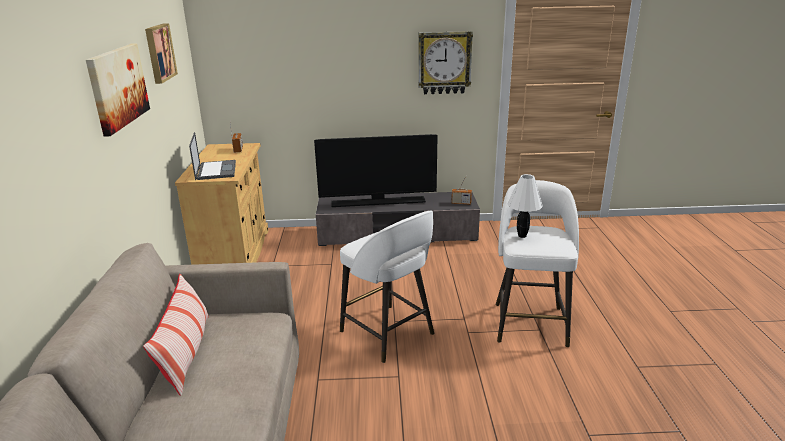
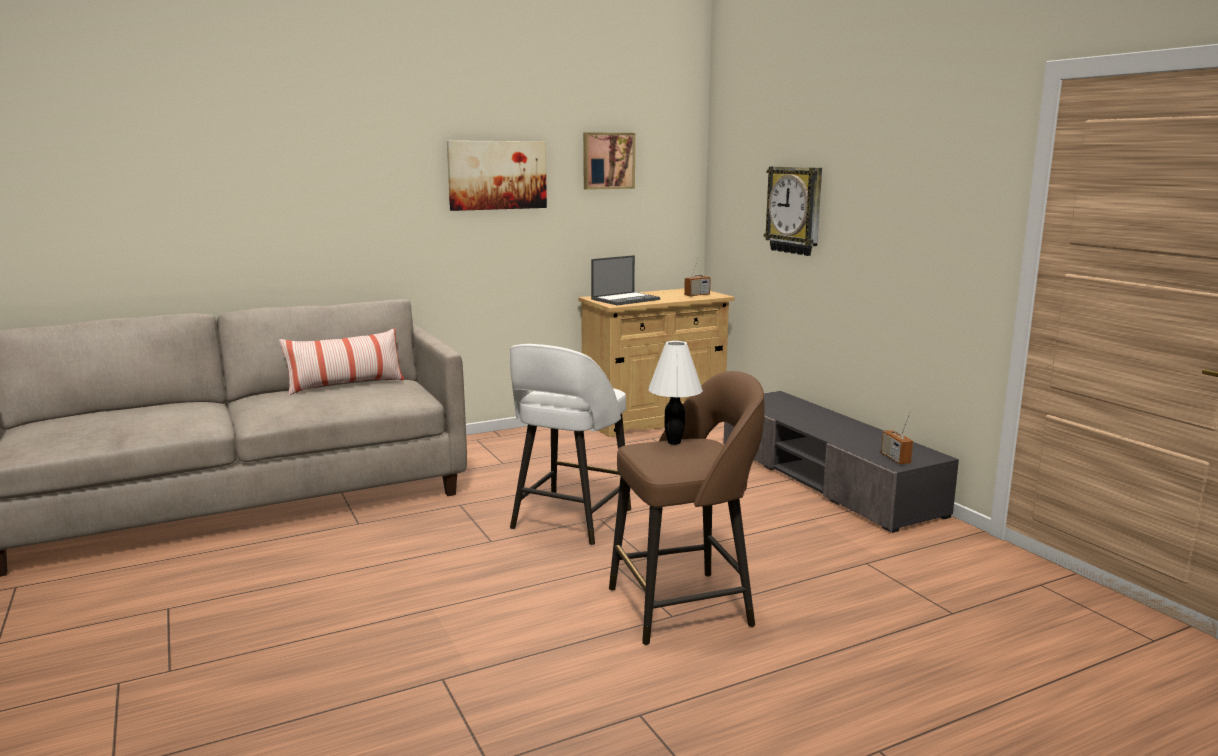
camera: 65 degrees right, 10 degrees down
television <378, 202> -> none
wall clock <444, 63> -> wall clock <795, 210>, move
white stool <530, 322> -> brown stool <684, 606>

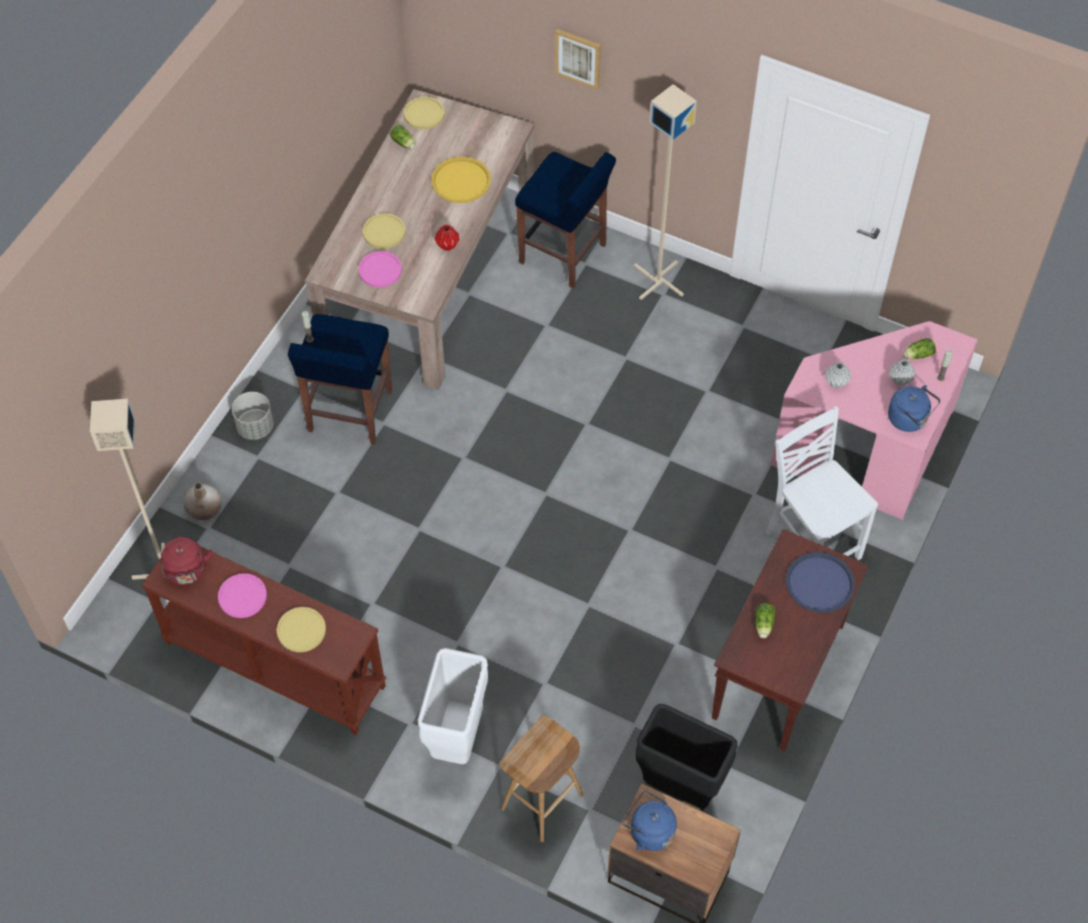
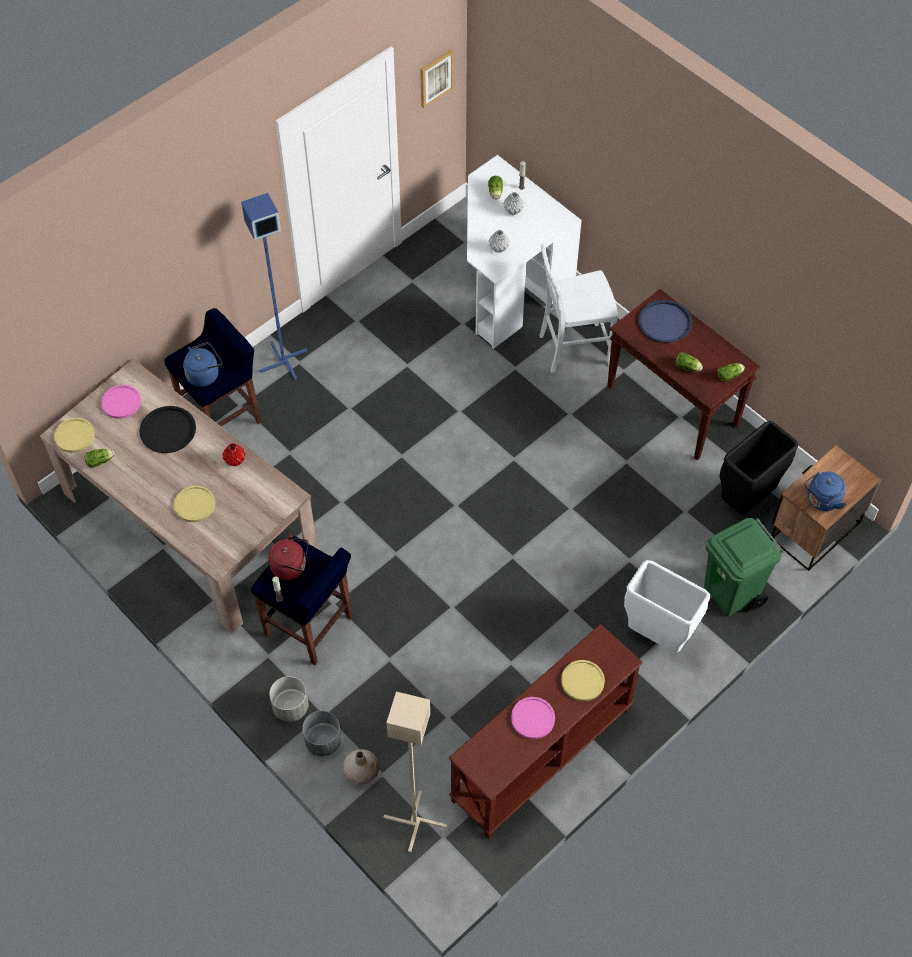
camera: 70 degrees left, 0 degrees up
none -> grey planter <323, 741>
none -> lettuce <730, 375>
red kettle <187, 572> -> red kettle <291, 566>, move
pink plate <380, 270> -> pink plate <121, 402>, move
picture <578, 57> -> picture <435, 77>, move
blue kettle <909, 419> -> blue kettle <204, 374>, move
brown stool <542, 803> -> green trash can <731, 594>
yellow tray <461, 180> -> black tray <168, 430>
beige floor lamp <658, 280> -> blue floor lamp <283, 360>
pink desk <869, 450> -> white desk <506, 284>

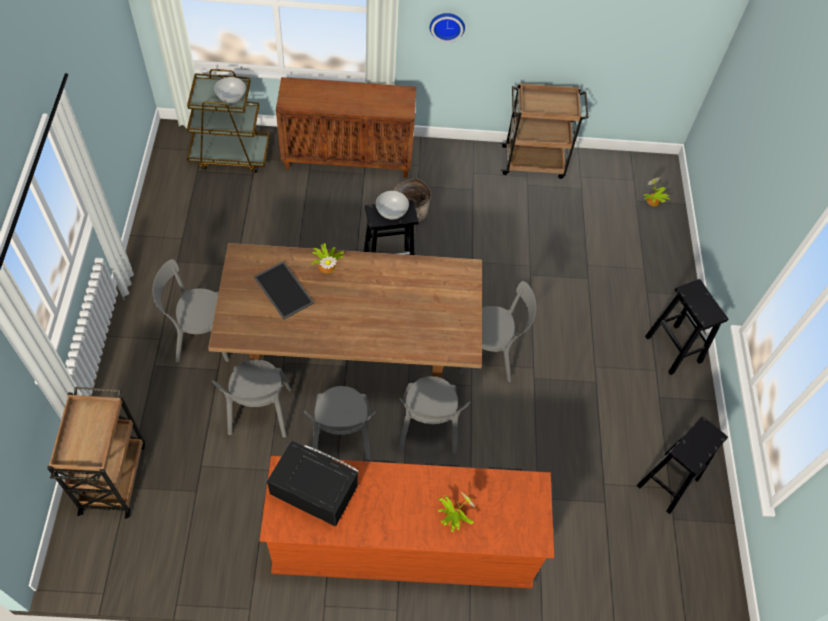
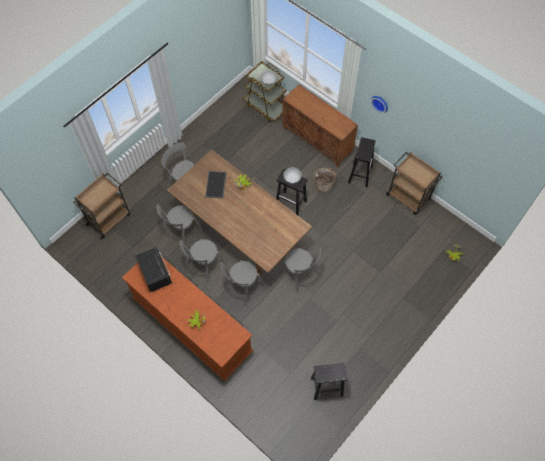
camera: 45 degrees right, 5 degrees up
black stool <672, 348> -> black stool <360, 174>, move

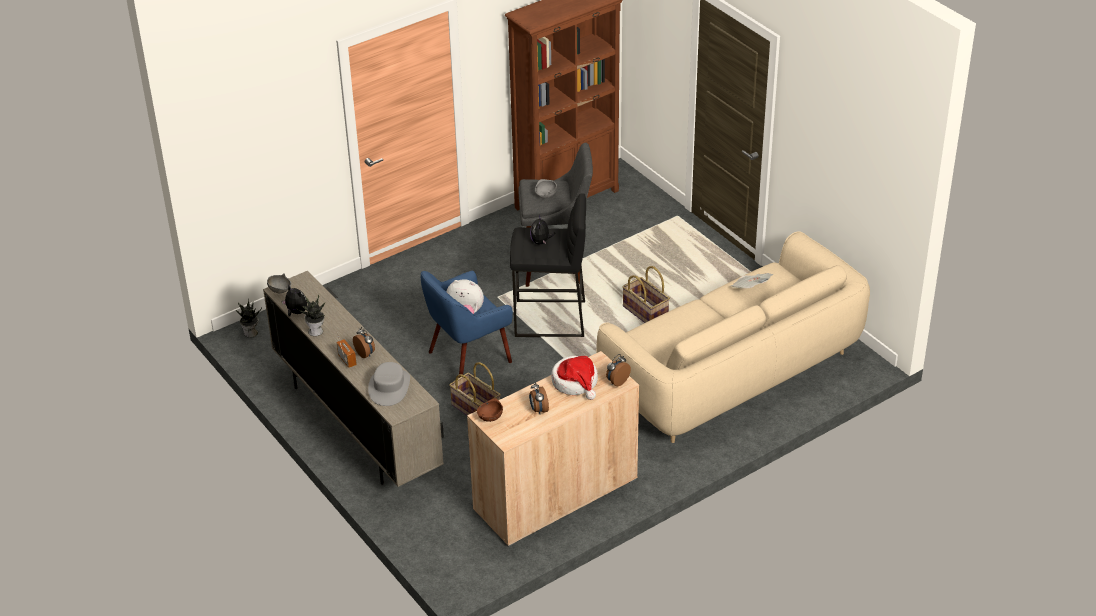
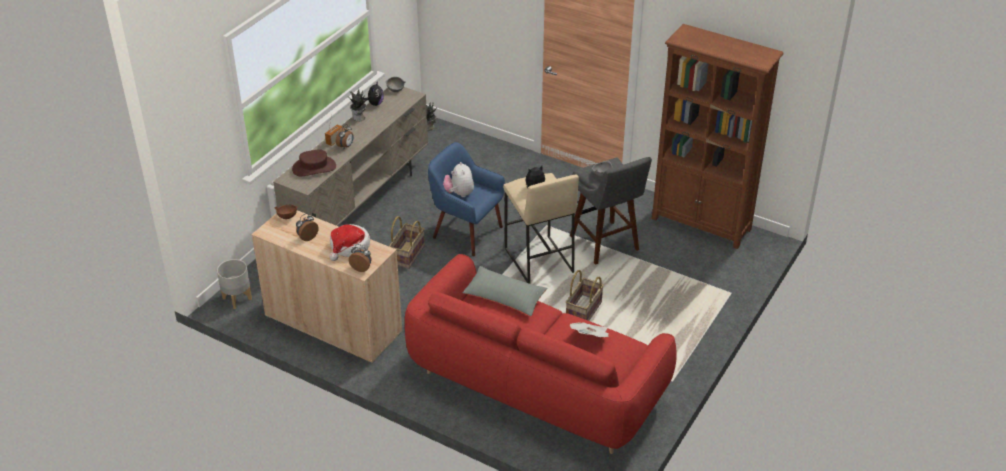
camera: 65 degrees right, 0 degrees up
none -> grey planter <237, 298>
none -> grey pillow <504, 297>
grey hat <389, 387> -> brown hat <314, 167>
black stool <550, 319> -> beige stool <538, 260>
beige sofa <732, 374> -> red sofa <536, 386>

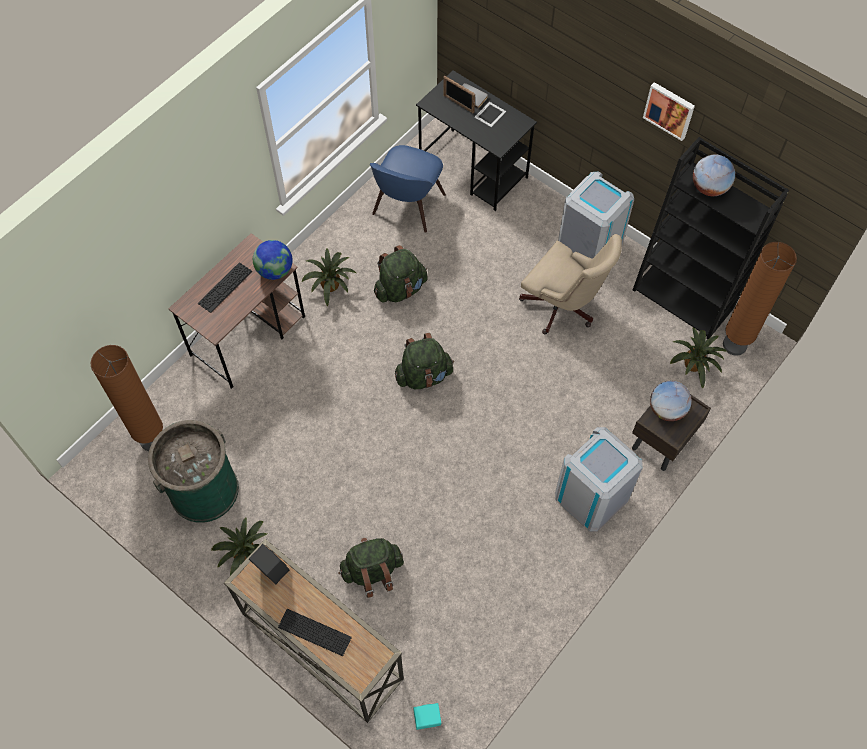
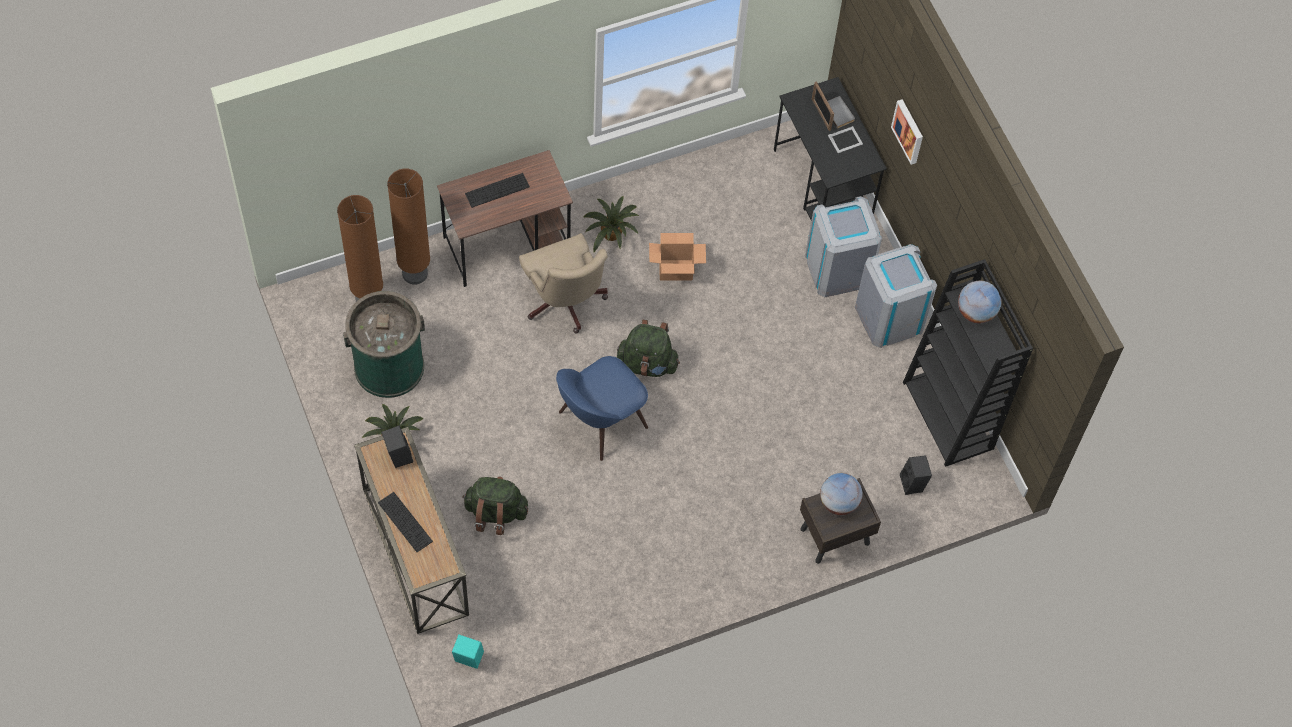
camera: 25 degrees right, 0 degrees up
globe <275, 270> -> none
blue chair <407, 206> -> blue chair <600, 422>, move
beige office chair <563, 307> -> beige office chair <565, 303>, move
grey trash can <591, 497> -> grey trash can <837, 269>, move
picture <669, 110> -> picture <909, 131>, move
brown floor lamp <734, 345> -> brown floor lamp <415, 273>, move
green backpack <400, 289> -> cardboard box <676, 270>
potted plant <694, 366> -> black speaker <913, 484>

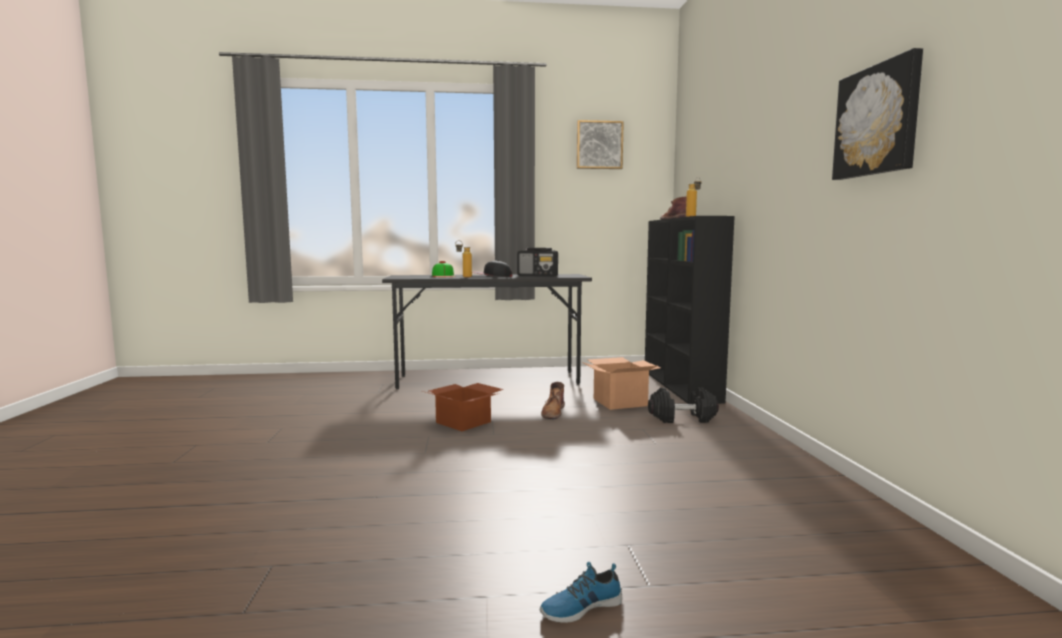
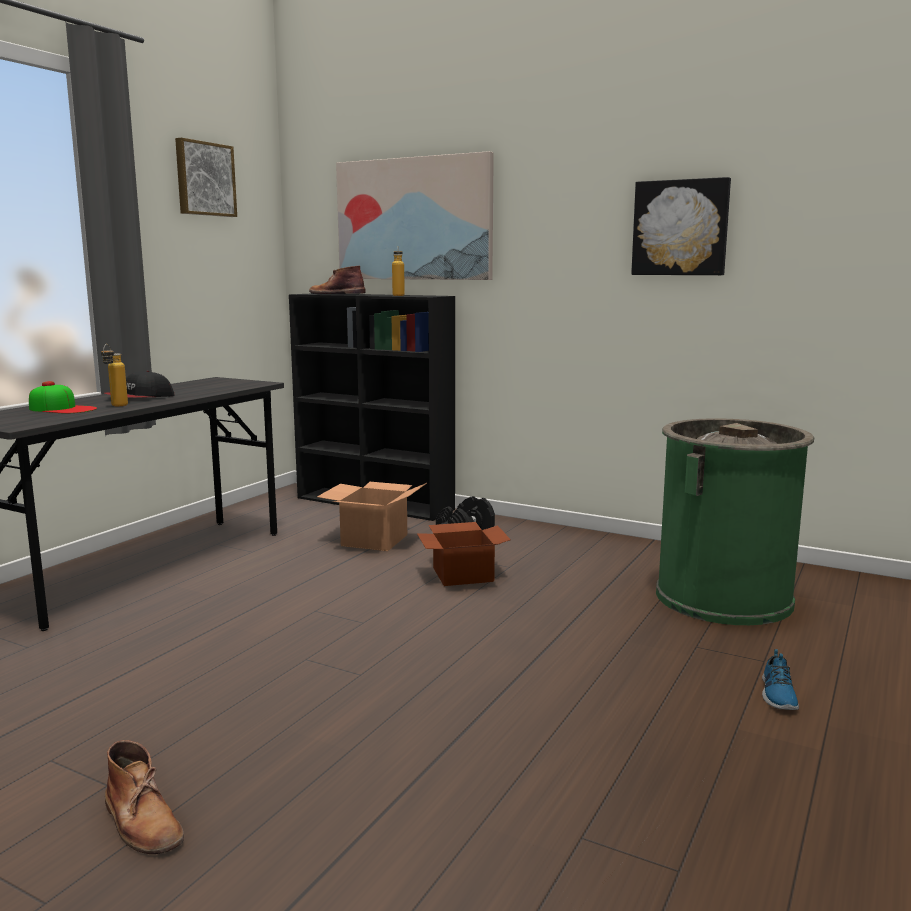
camera: 55 degrees left, 5 degrees up
radio <538, 276> -> none
none -> picture <414, 219>
none -> green trash can <723, 597>
cardboard box <465, 422> -> cardboard box <463, 574>, move
brown boot <553, 412> -> brown boot <142, 822>, move

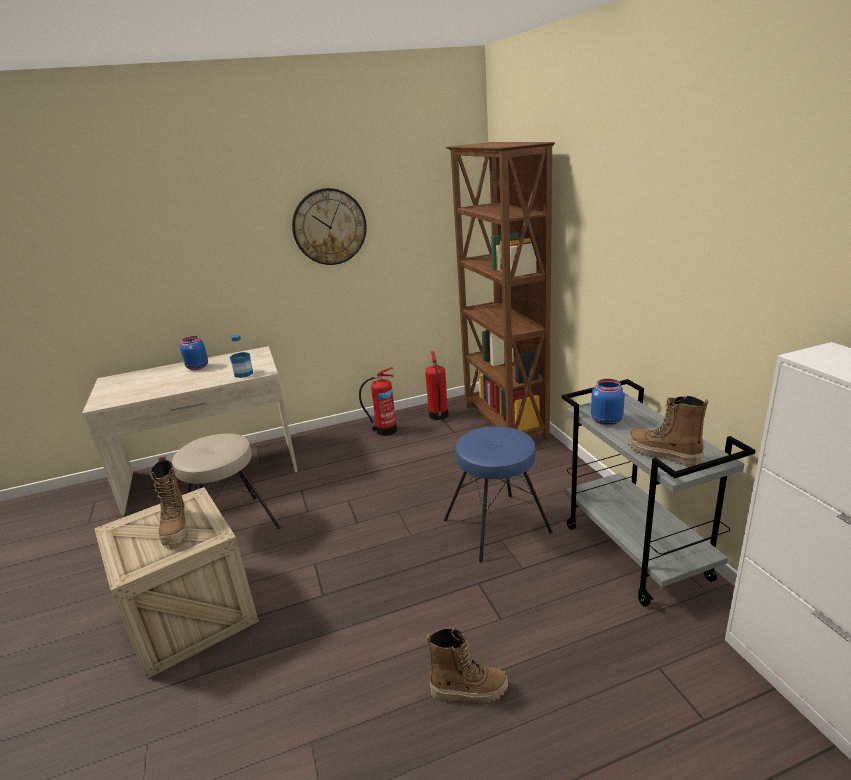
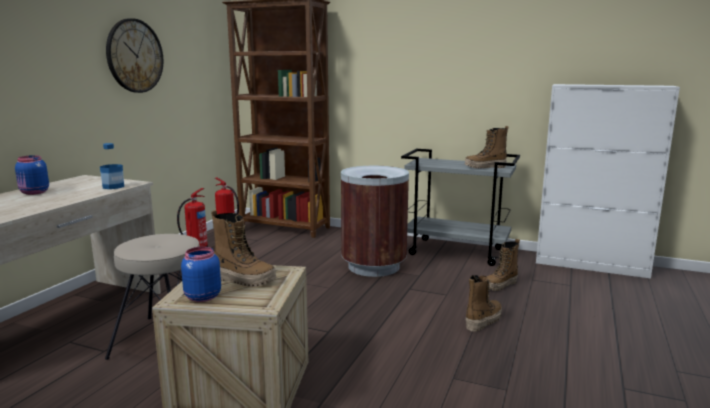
camera: 50 degrees left, 10 degrees down
none -> boot <500, 286>
blue jar <605, 420> -> blue jar <201, 297>, move
blue stool <497, 526> -> brown trash can <374, 266>

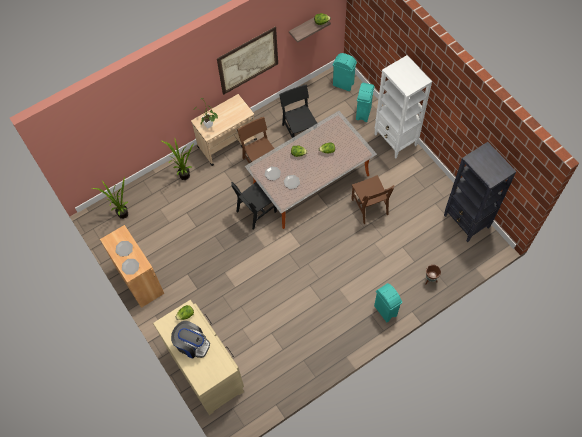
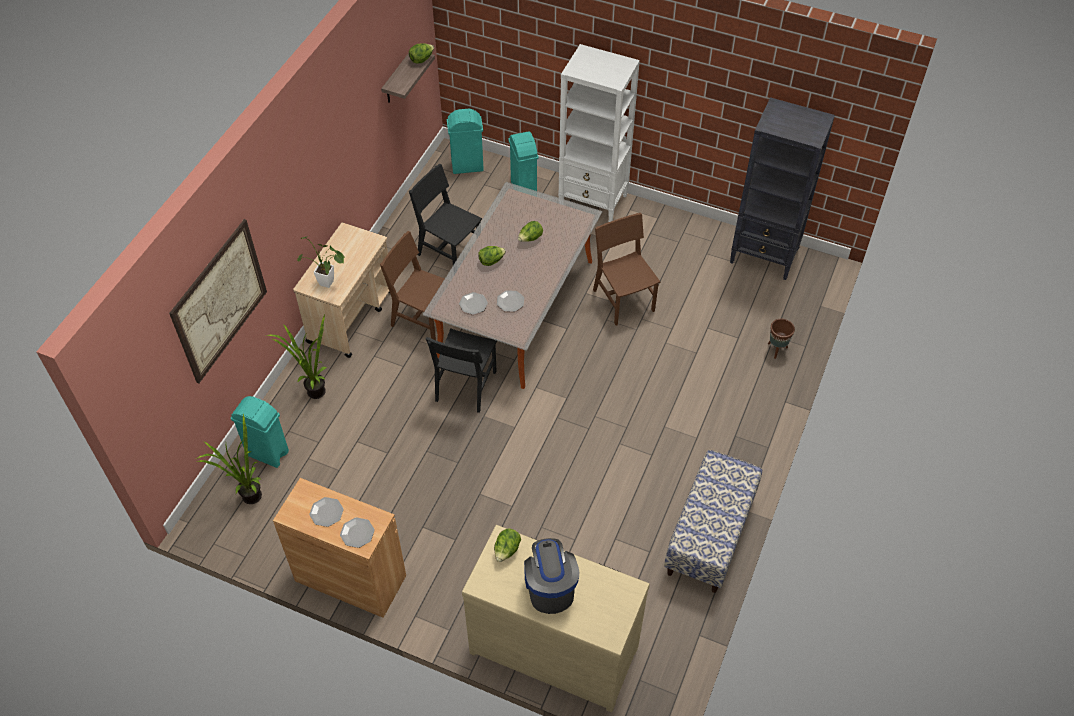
camera: 35 degrees left, 10 degrees down
none -> bench <710, 536>
picture <248, 61> -> picture <220, 301>, move
turquoise trash can <385, 311> -> turquoise trash can <268, 454>, move
coffee machine <192, 344> -> coffee machine <550, 587>, 90 degrees counterclockwise
brown chair <369, 207> -> brown chair <623, 300>, 150 degrees counterclockwise

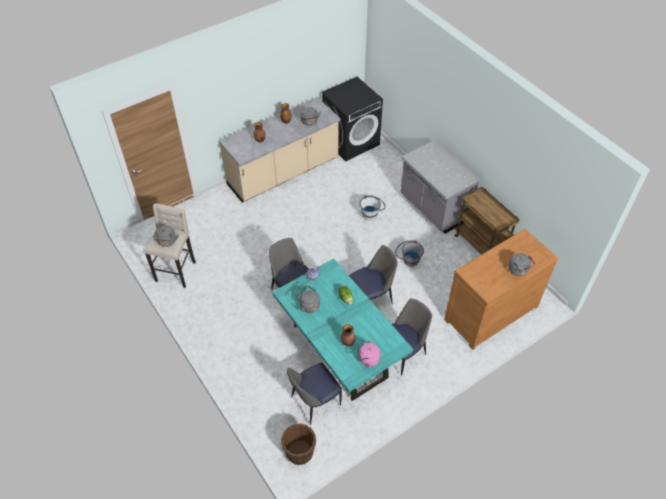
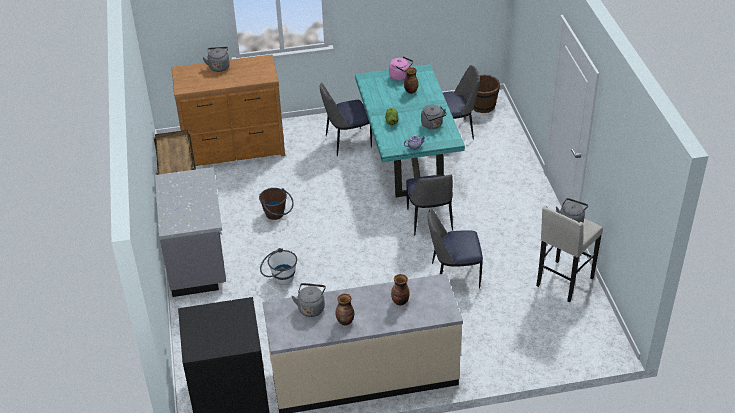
camera: 155 degrees left, 10 degrees down
chair <371, 298> -> chair <453, 276>, move
grey bucket <407, 260> -> brown bucket <277, 215>

